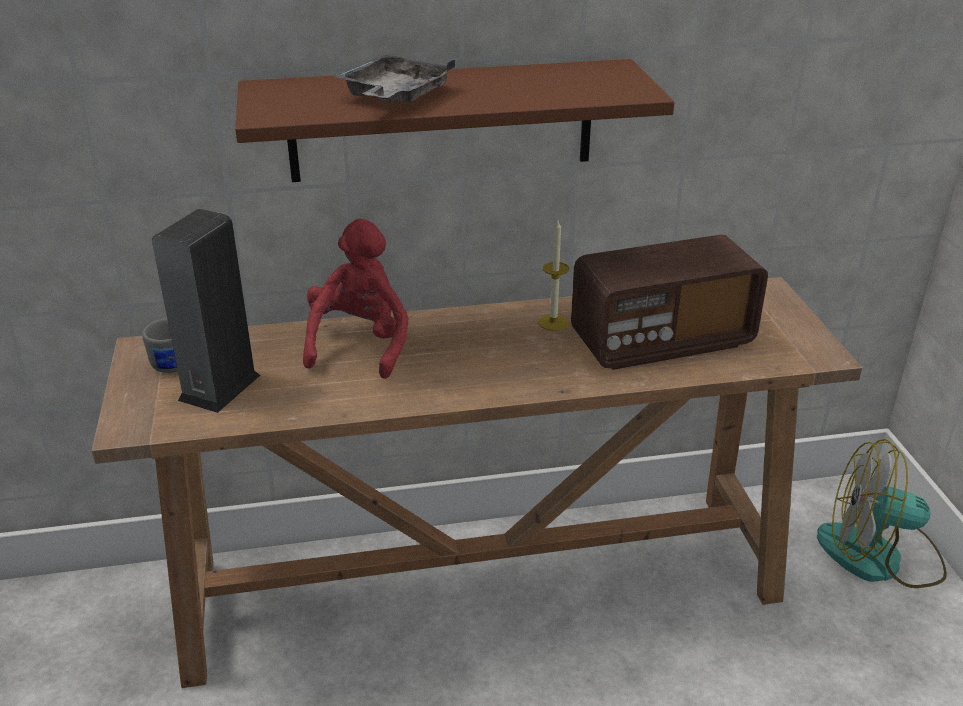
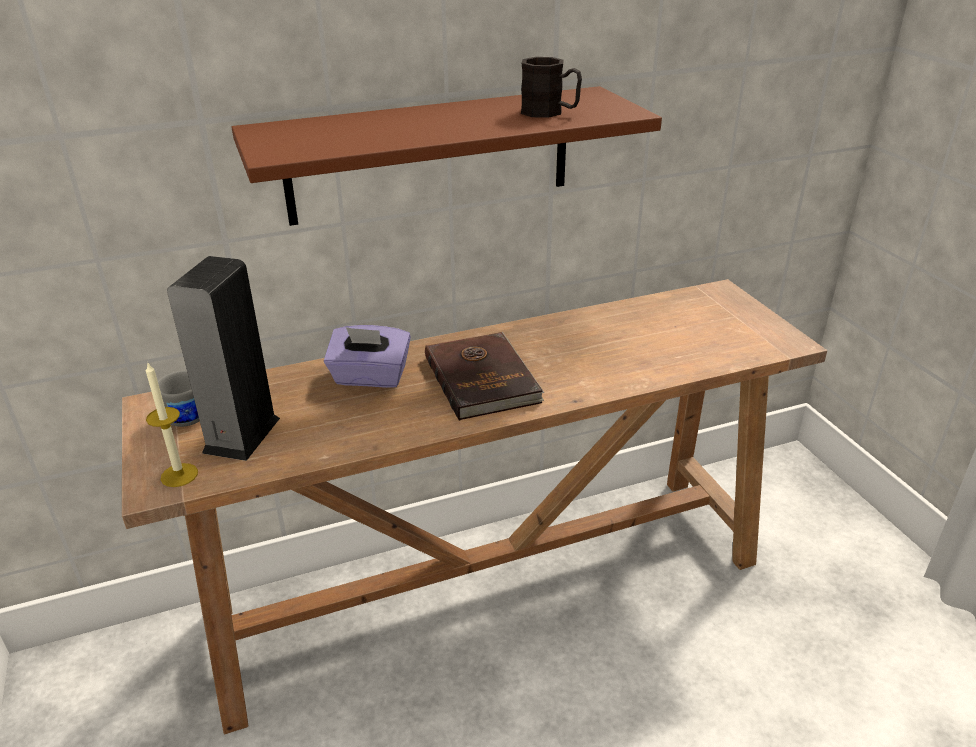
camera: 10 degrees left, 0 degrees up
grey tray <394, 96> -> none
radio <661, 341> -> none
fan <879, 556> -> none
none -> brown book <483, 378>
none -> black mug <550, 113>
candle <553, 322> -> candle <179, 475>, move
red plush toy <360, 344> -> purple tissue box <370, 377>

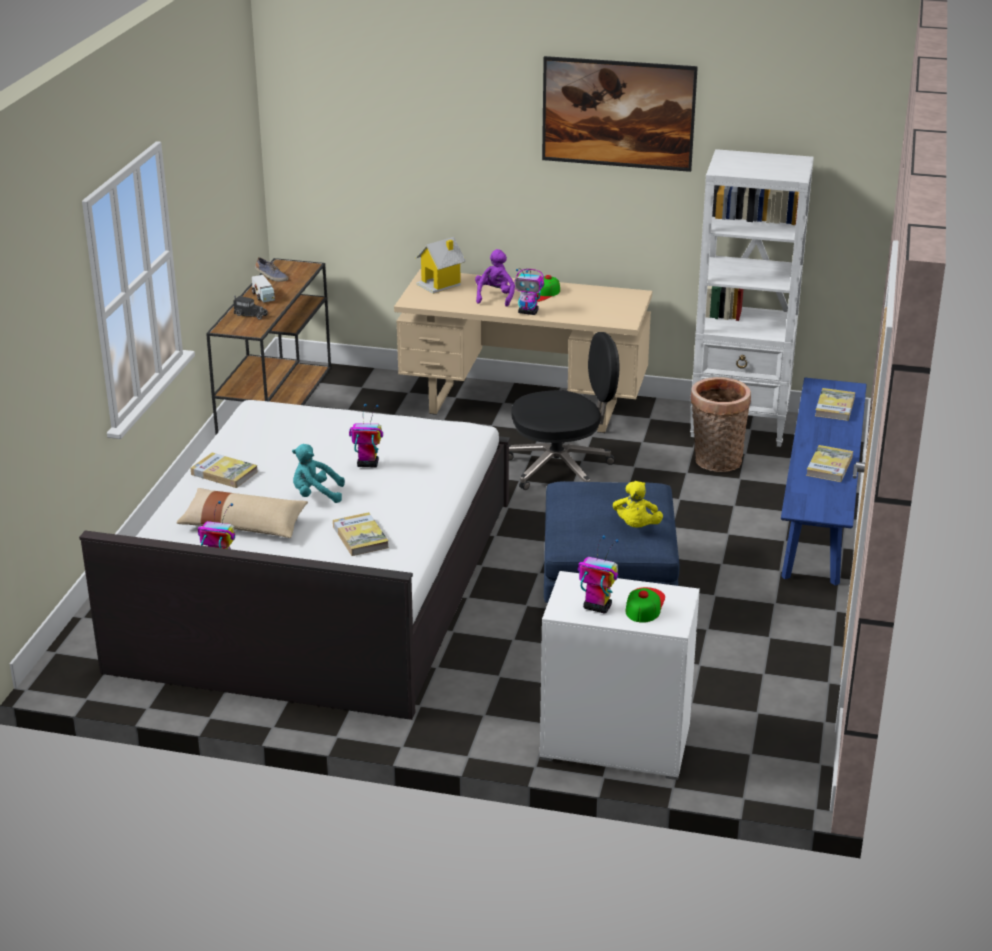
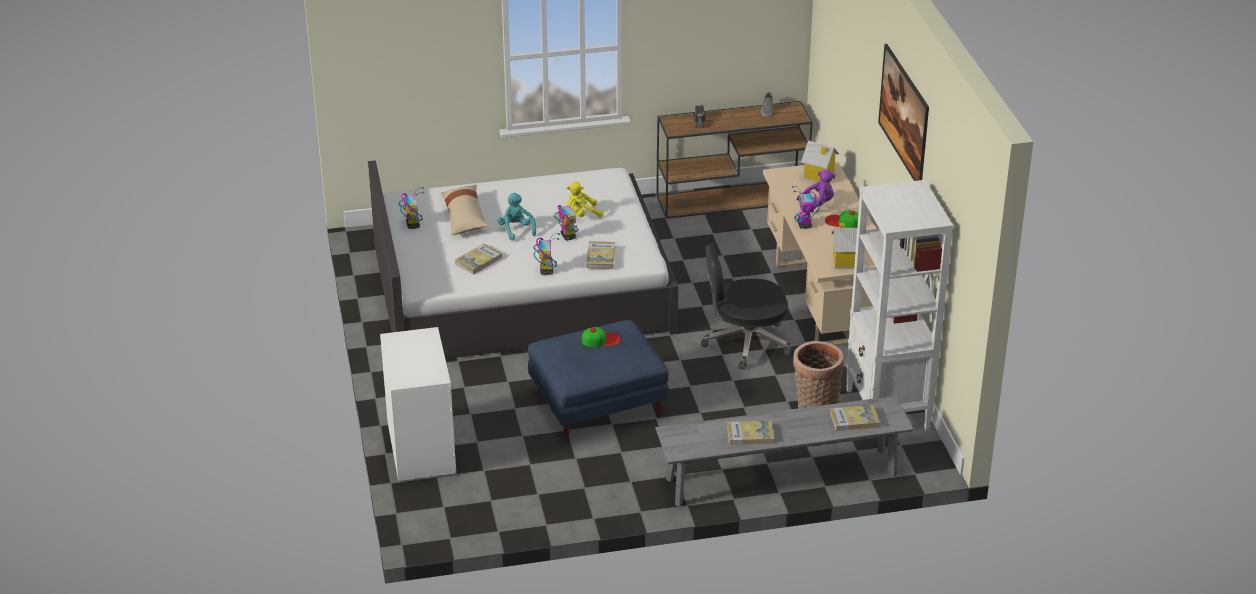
camera: 65 degrees right, 5 degrees up
toy truck <263, 297> -> none
none -> toy house <846, 261>
book <224, 473> -> book <600, 257>, move
toy robot <596, 607> -> toy robot <546, 270>, move
yellow plush toy <636, 526> -> yellow plush toy <582, 214>, move
cap <644, 604> -> cap <601, 340>, move
blue bench <819, 510> -> grey bench <781, 477>
black office chair <561, 468> -> black office chair <745, 342>, 120 degrees clockwise

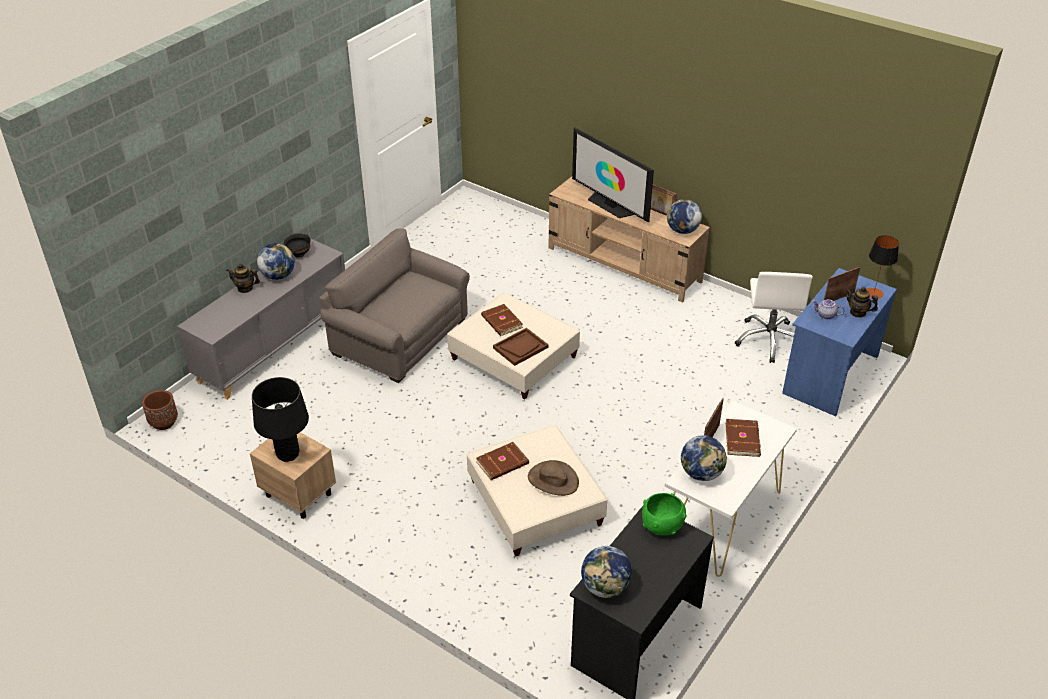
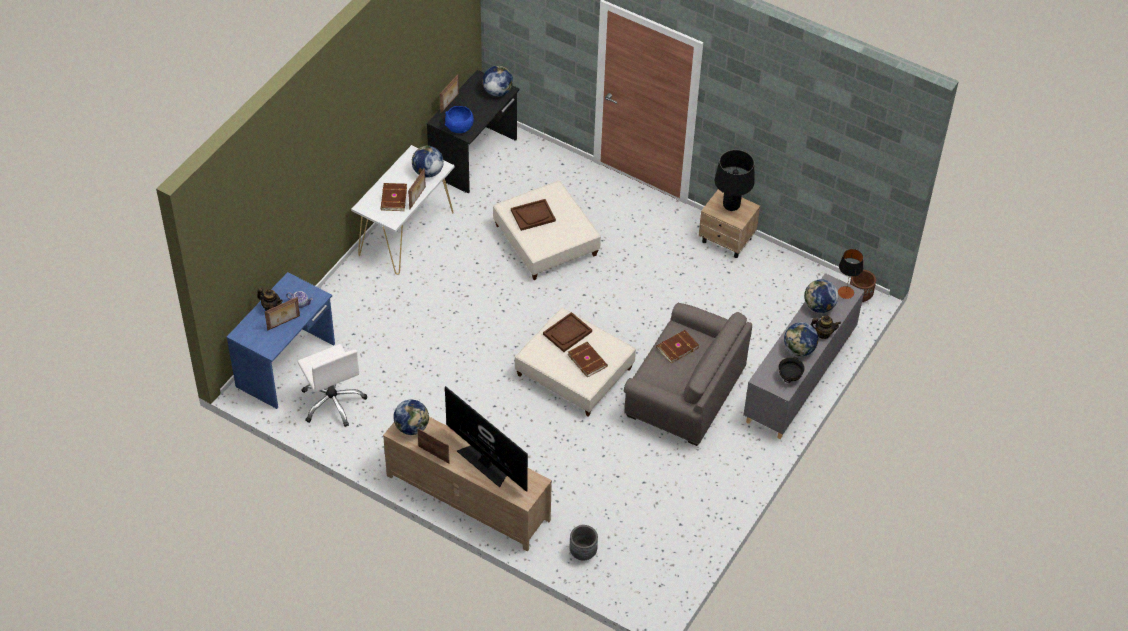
camera: 175 degrees right, 10 degrees up
none -> picture frame <450, 103>
none -> grey planter <583, 552>
none -> globe <819, 307>
brown book <503, 463> -> brown book <676, 347>, move
table lamp <873, 293> -> table lamp <845, 292>, move
brown hat <553, 480> -> brown tray <533, 215>
green bowl <661, 526> -> blue bowl <459, 128>
white office chair <769, 340> -> white office chair <333, 402>, 150 degrees clockwise

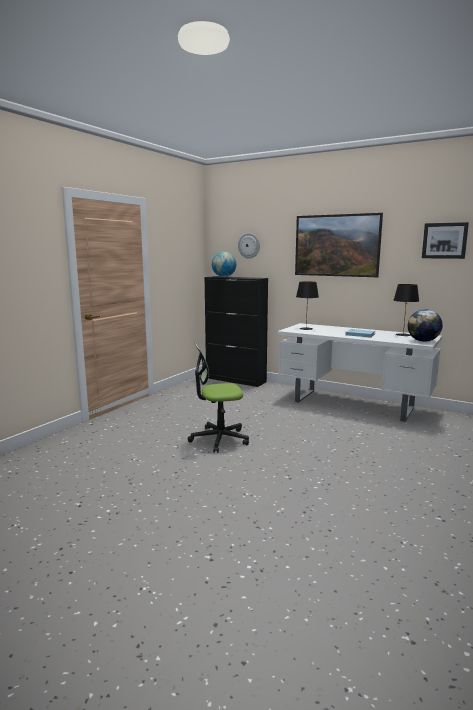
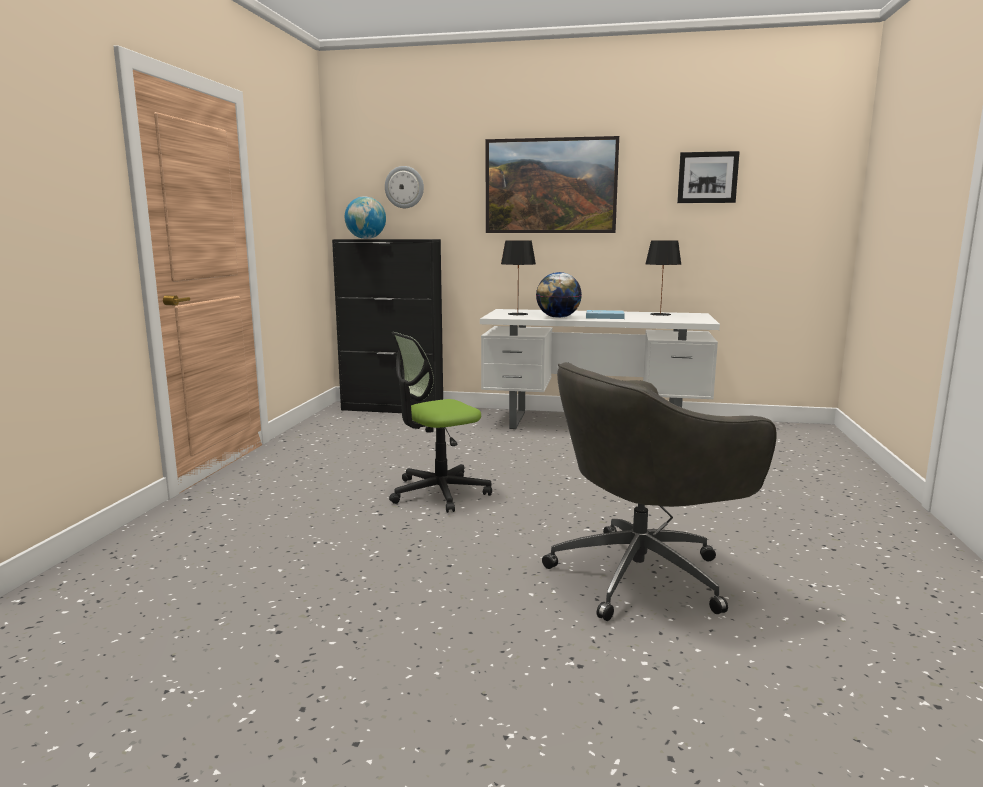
camera: 20 degrees left, 0 degrees up
none -> grey office chair <643, 575>
globe <423, 341> -> globe <558, 317>, move

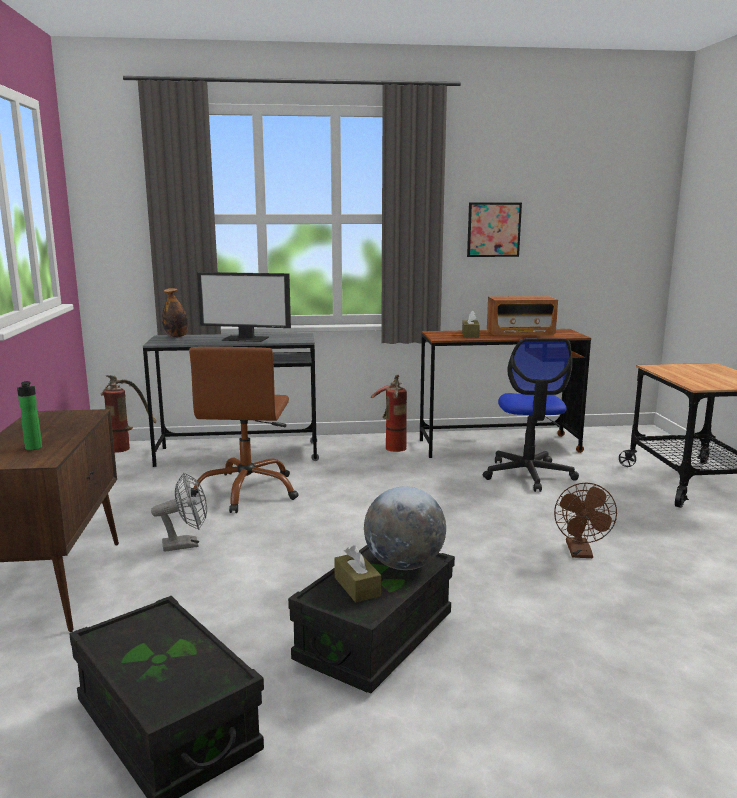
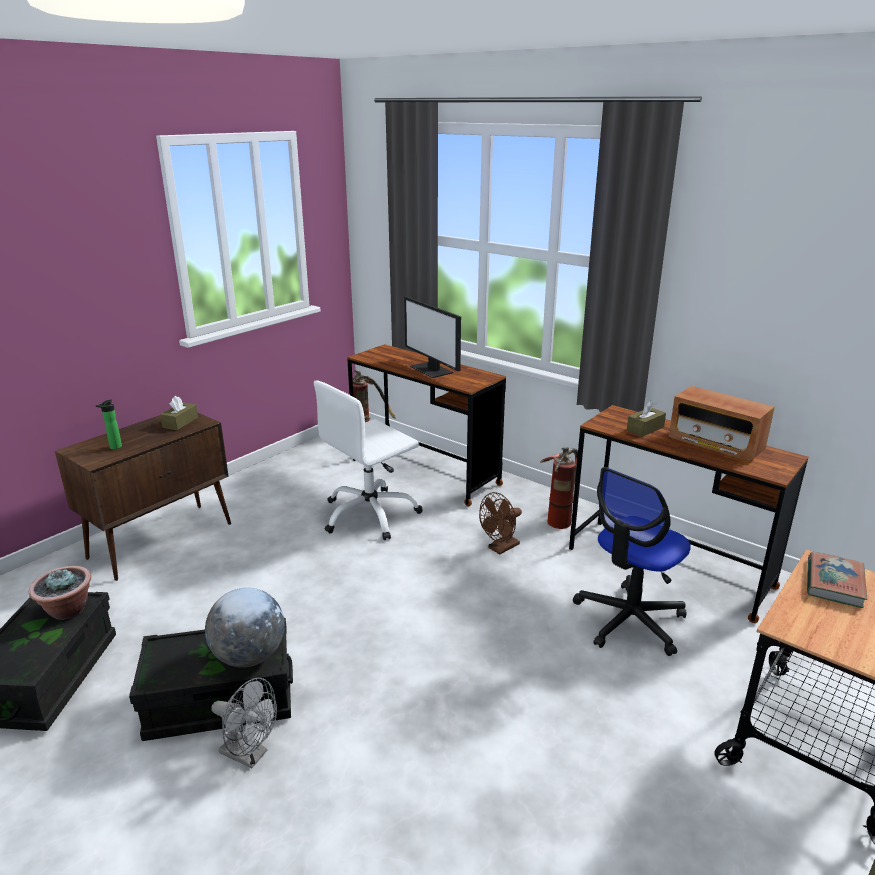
camera: 45 degrees right, 10 degrees up
bottle <176, 337> -> none
picture <493, 229> -> none
none -> potted plant <67, 610>
none -> book <834, 583>
grey fan <186, 544> -> grey fan <250, 755>, move
brown tissue box <357, 586> -> brown tissue box <180, 422>, move
brown fan <580, 553> -> brown fan <500, 548>, move
grey desk <238, 454> -> brown desk <425, 472>
brown office chair <247, 491> -> white office chair <370, 515>

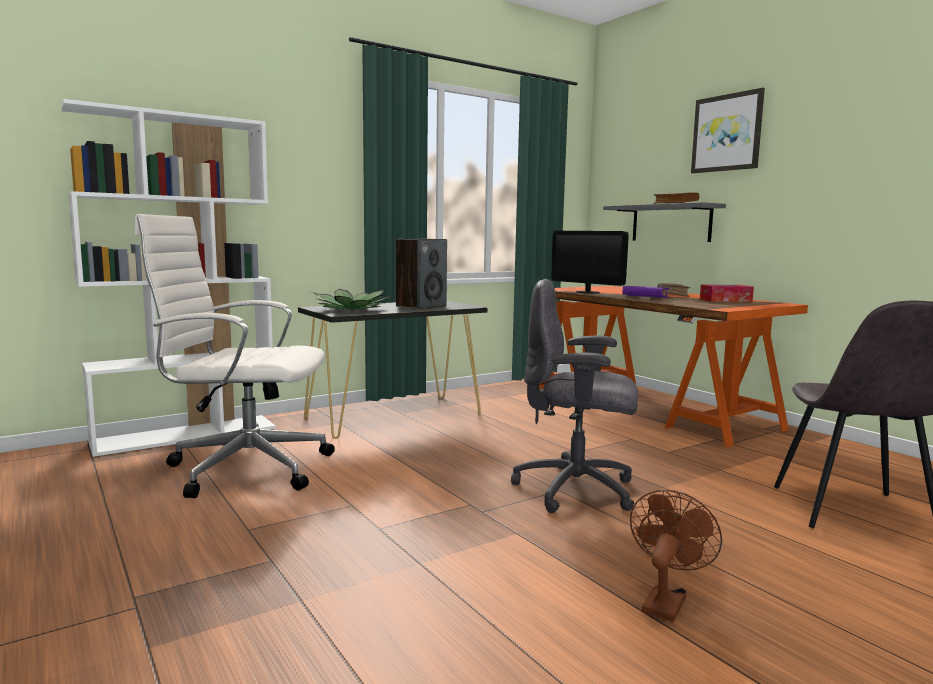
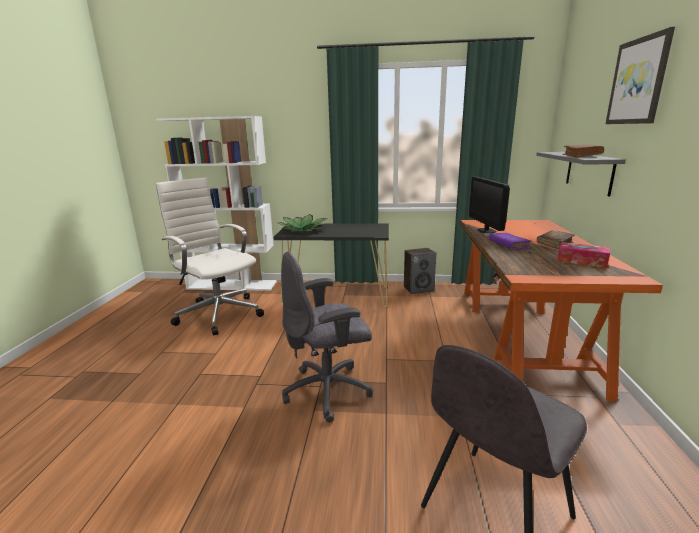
camera: 40 degrees right, 10 degrees up
brown fan <665, 601> -> none
speaker <421, 306> -> speaker <418, 289>, move
grey office chair <577, 490> -> grey office chair <329, 390>, 75 degrees counterclockwise

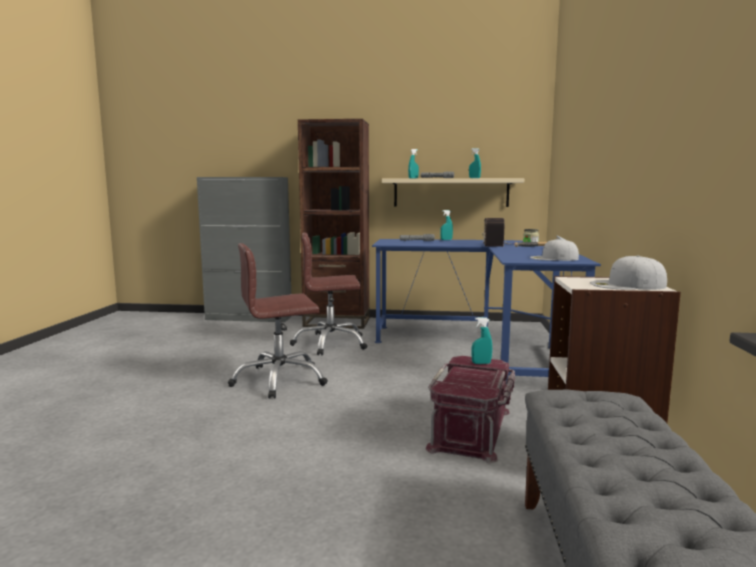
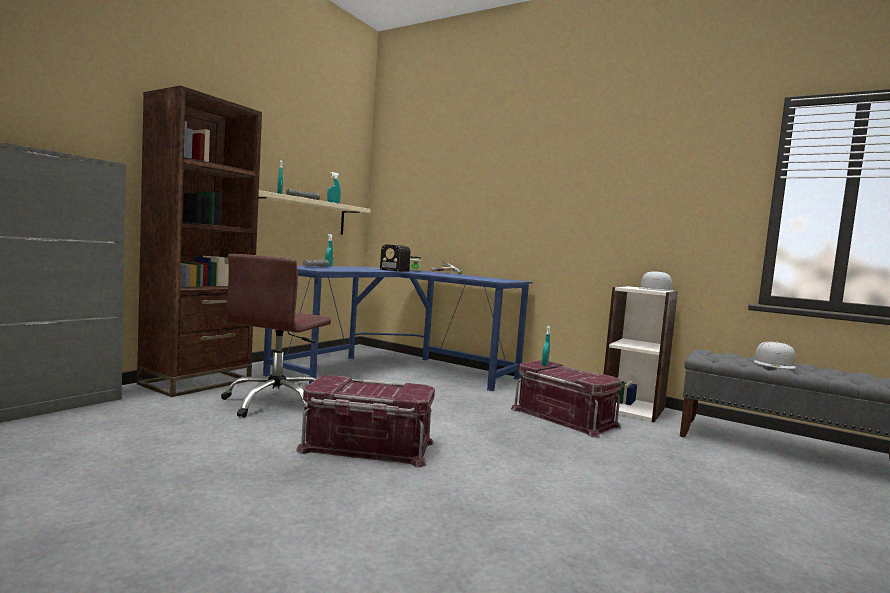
camera: 65 degrees left, 5 degrees down
white cap <553, 258> -> white cap <774, 363>, move
brown office chair <279, 380> -> red storage box <366, 447>

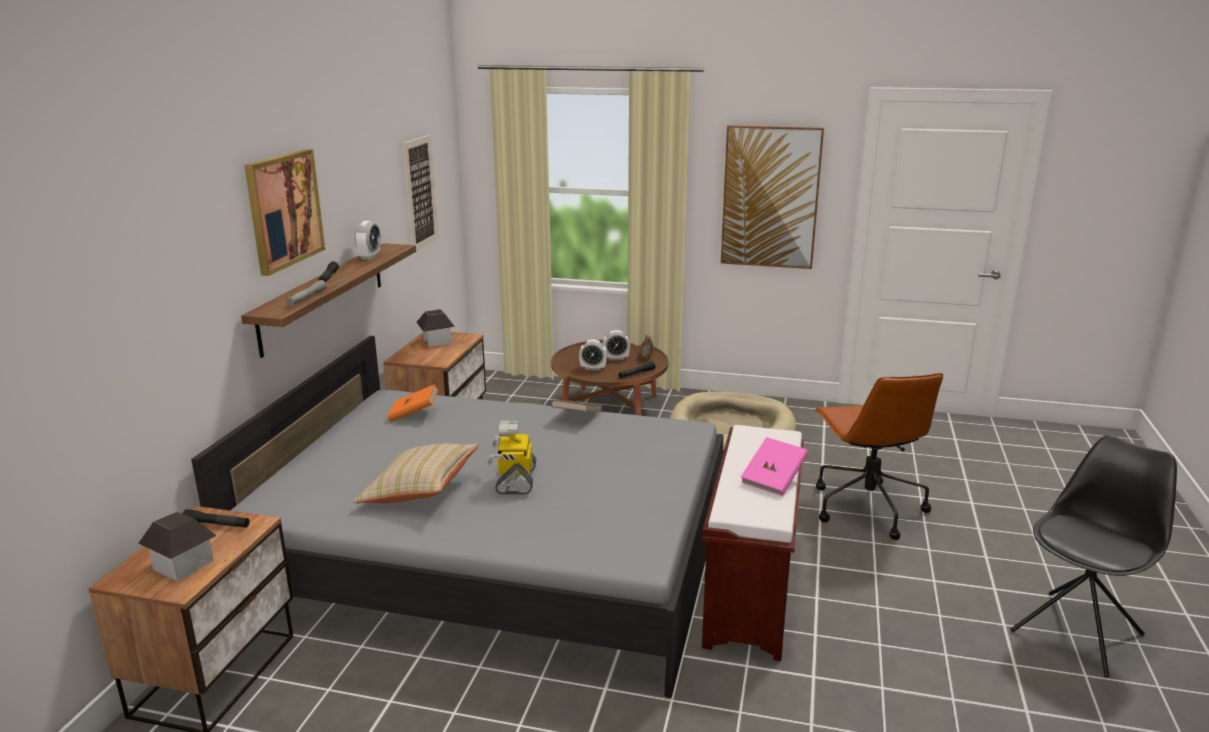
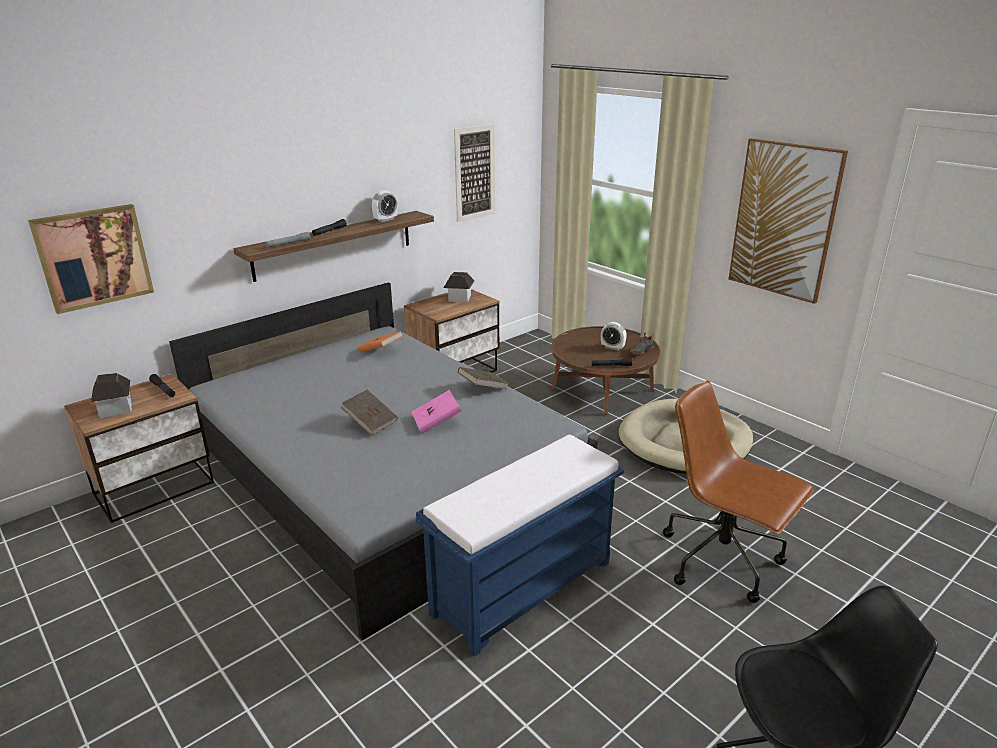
camera: 35 degrees right, 5 degrees up
beige pillow <419, 491> -> none
alarm clock <593, 368> -> none
picture <284, 210> -> picture <94, 257>, move
pink book <773, 480> -> pink book <436, 422>, move
toy robot <515, 480> -> brown book <370, 422>
brown bench <749, 590> -> blue bench <523, 586>
brown office chair <866, 507> -> brown office chair <723, 561>, 105 degrees clockwise

